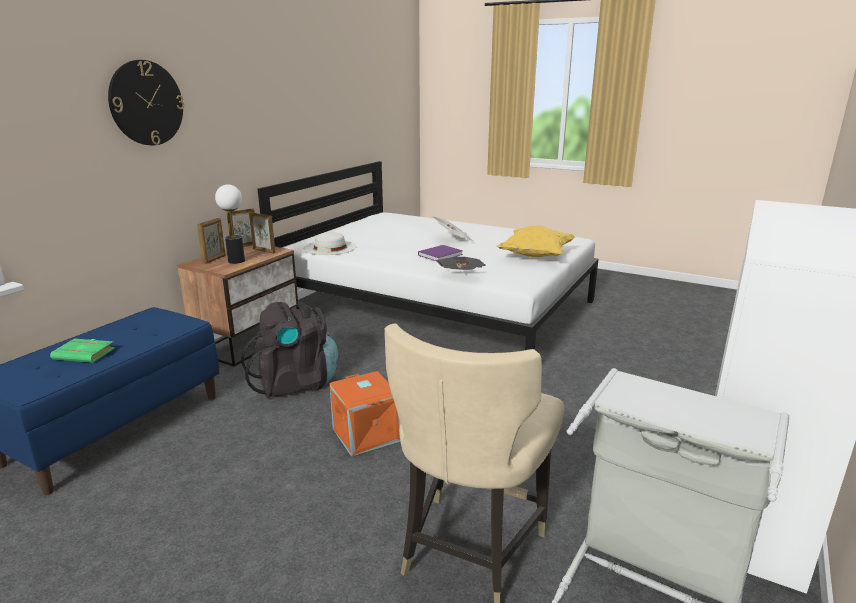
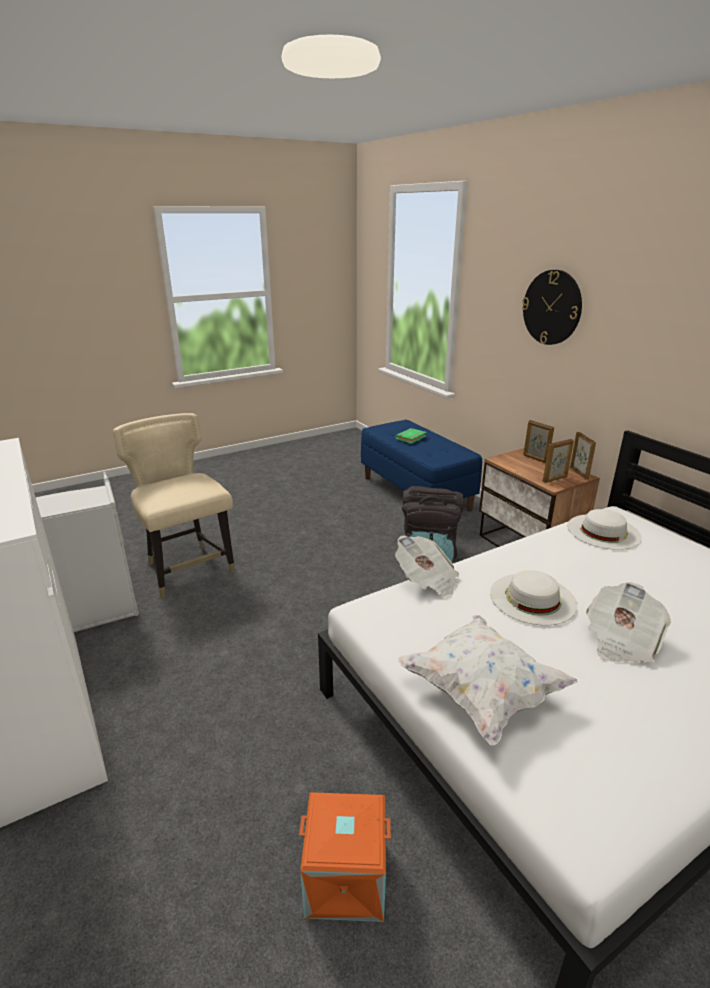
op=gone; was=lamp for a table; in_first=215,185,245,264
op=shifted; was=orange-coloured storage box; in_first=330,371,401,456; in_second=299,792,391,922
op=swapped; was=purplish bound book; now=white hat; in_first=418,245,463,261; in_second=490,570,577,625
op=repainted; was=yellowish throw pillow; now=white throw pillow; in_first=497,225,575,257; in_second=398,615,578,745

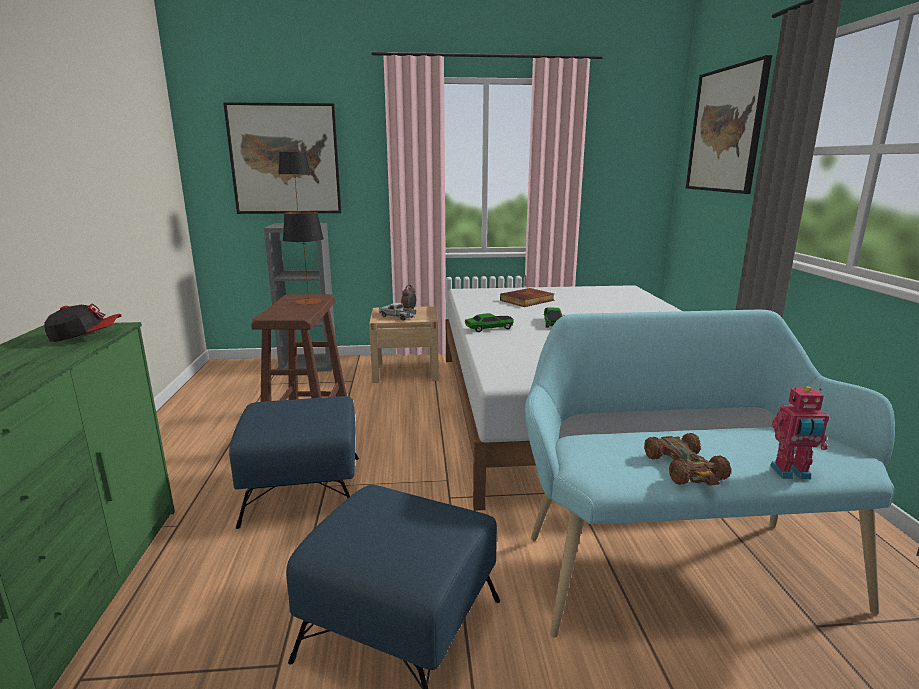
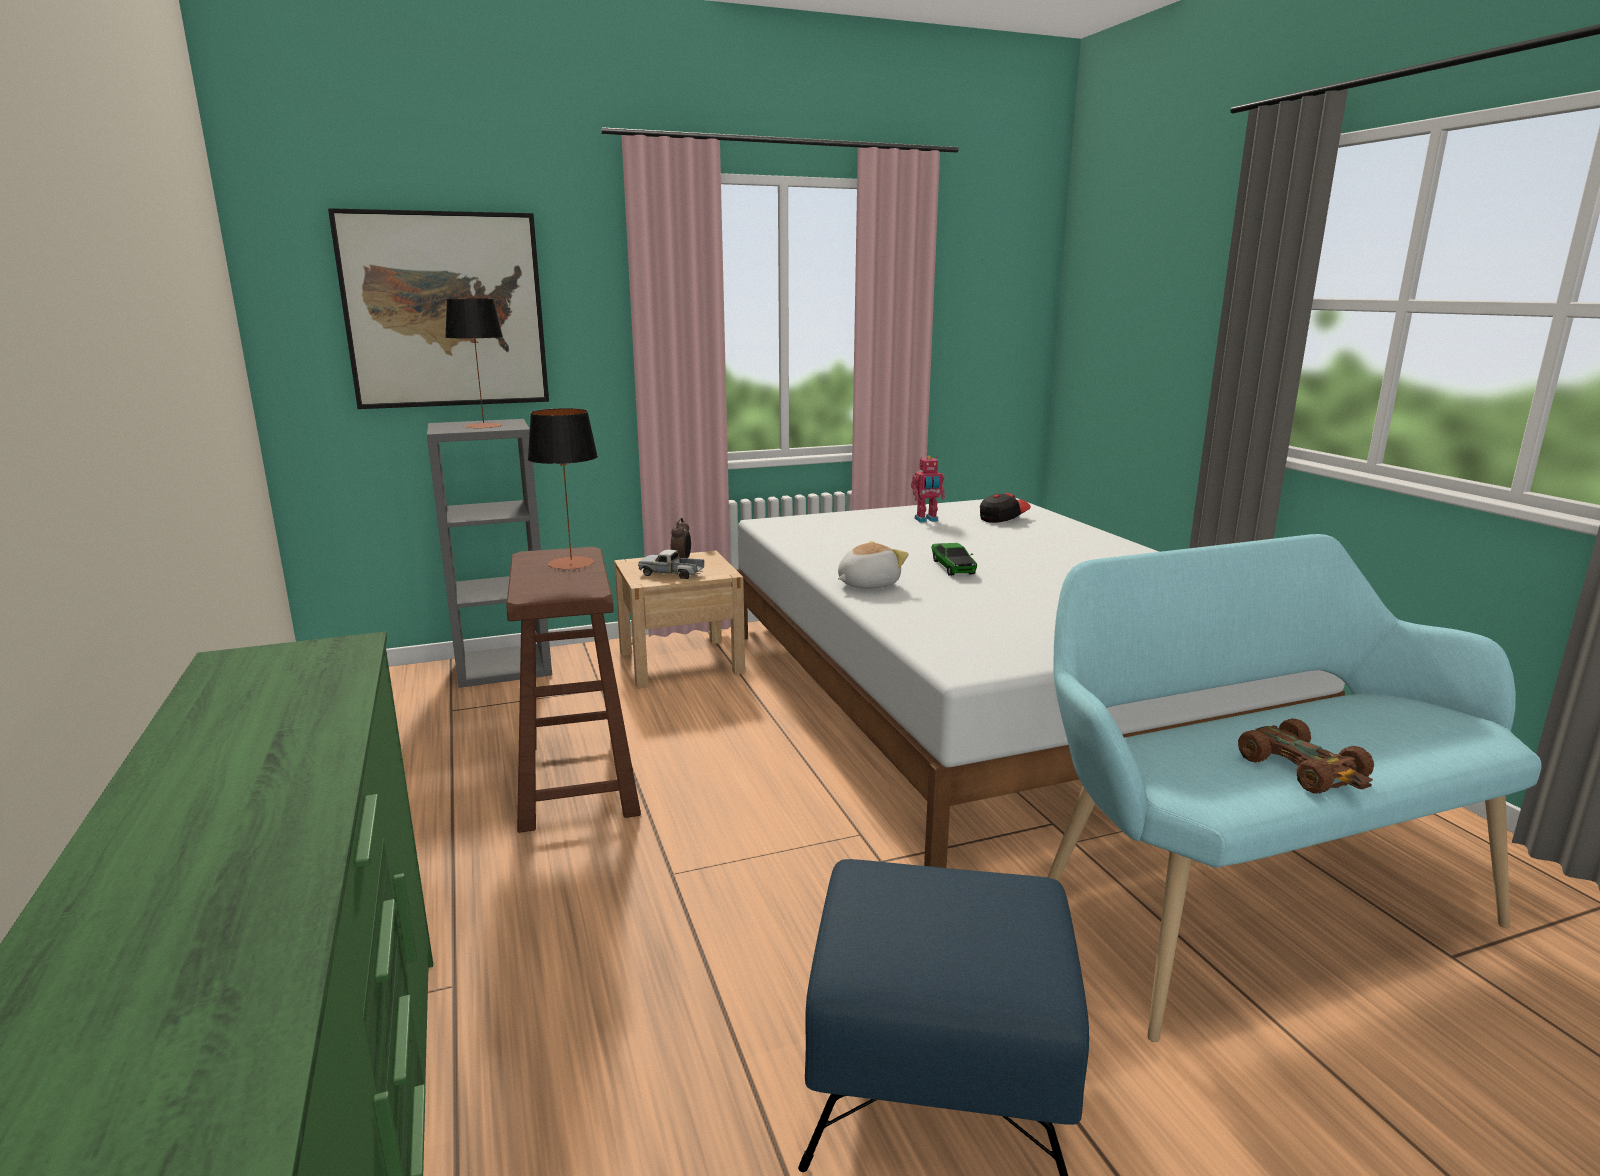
op=shifted; was=peaked cap; in_first=44,303,122,342; in_second=980,492,1031,523
op=gone; was=blue pouffe; in_first=229,396,359,529
op=swapped; was=model car; now=plush toy; in_first=465,313,514,332; in_second=838,541,908,589
op=gone; was=bound book; in_first=500,288,554,307
op=gone; was=wall picture; in_first=686,55,772,194
op=shifted; was=toy robot; in_first=770,386,829,479; in_second=911,456,945,522

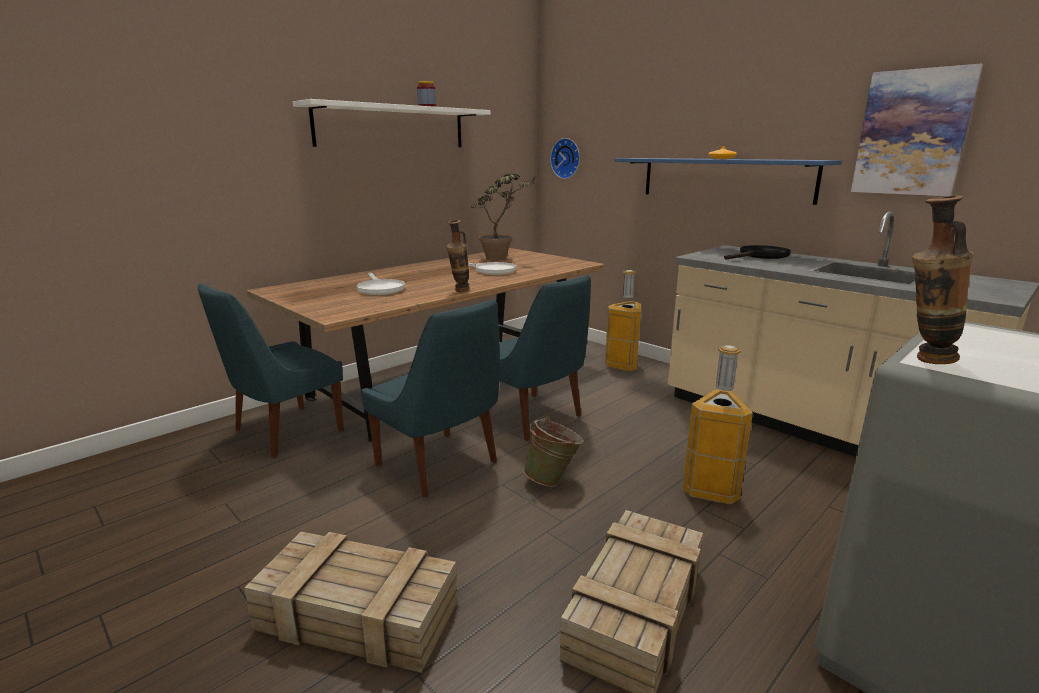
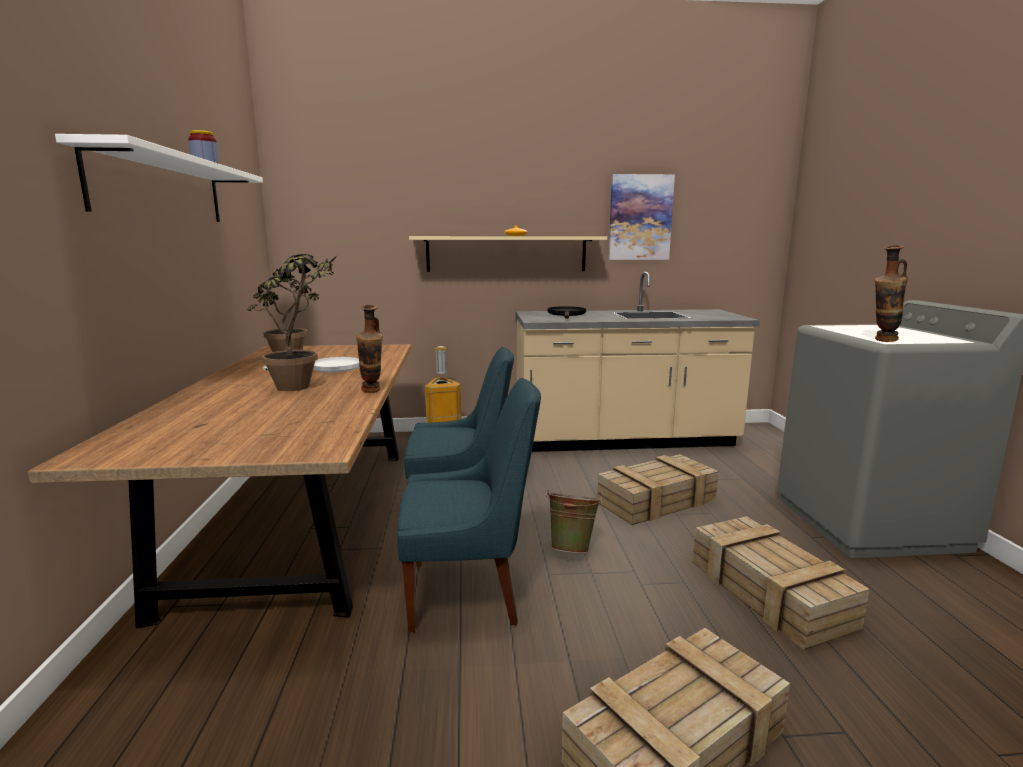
op=gone; was=blue plain chair; in_first=198,283,344,458
op=gone; was=white pan; in_first=357,273,405,295
op=gone; was=clock on the wall; in_first=550,138,580,179
op=repainted; was=blue bracket shelf; now=beige bracket shelf; in_first=614,158,842,205; in_second=409,236,607,272
op=swapped; was=trash can; now=crate; in_first=683,345,753,504; in_second=597,454,719,525
op=new; now=potted plant; in_second=248,258,333,391

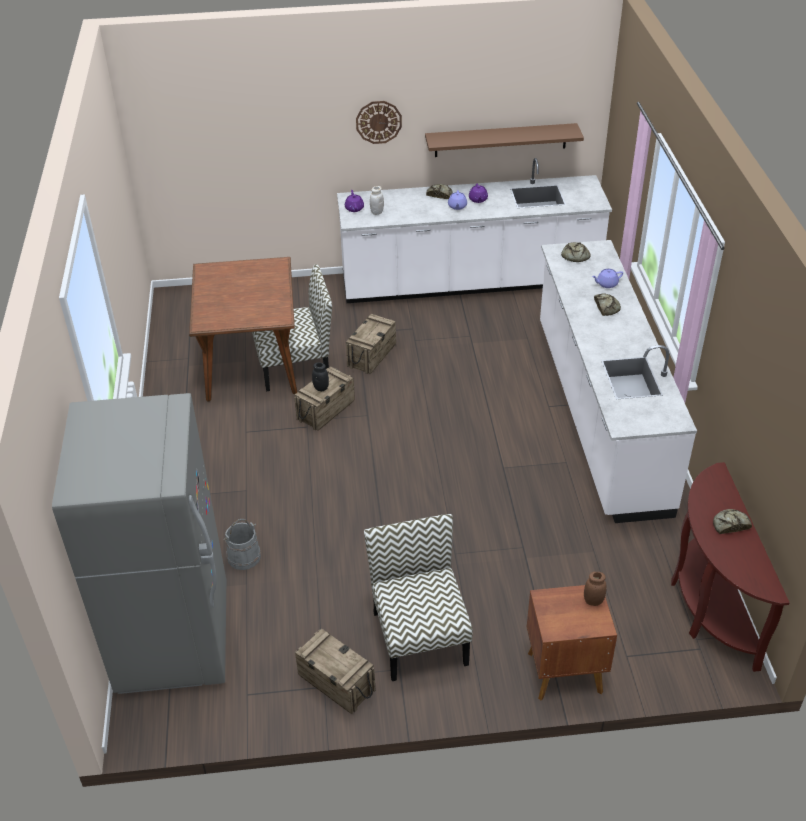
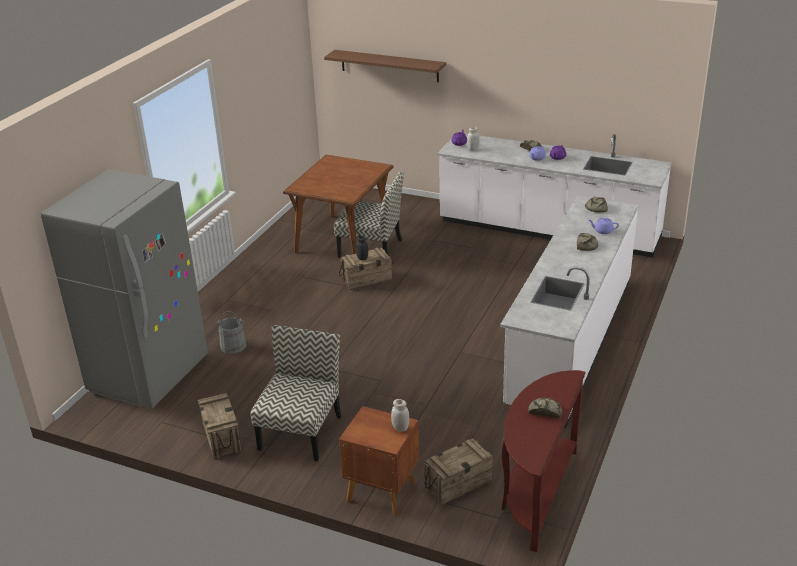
op=shifted; was=crate; in_first=346,314,396,374; in_second=424,438,493,505
op=gone; was=clock on the wall; in_first=356,101,402,144
op=shifted; was=brown bracket shelf; in_first=425,123,584,157; in_second=324,50,446,82
op=repainted; was=brown jar; now=white jar; in_first=584,572,607,606; in_second=391,399,409,432

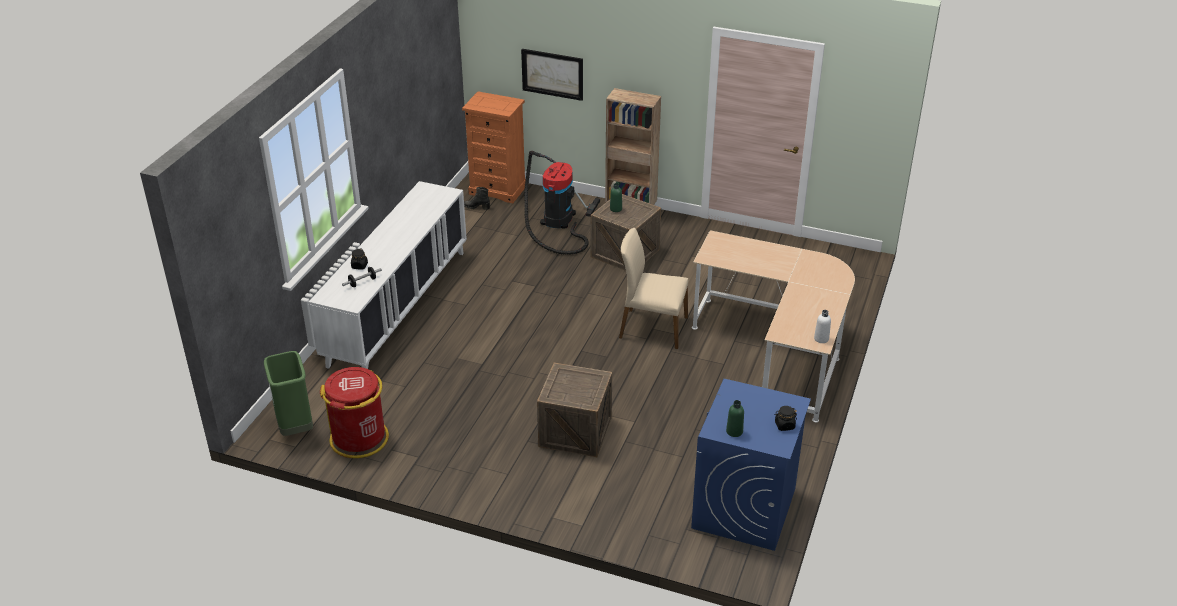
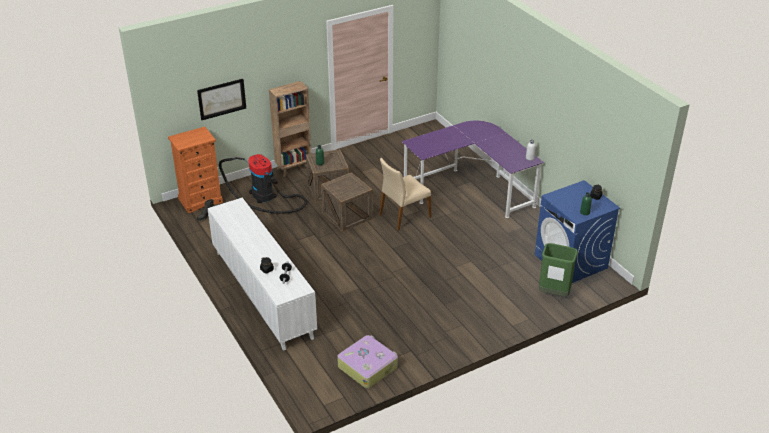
op=shifted; was=green-coloured trash can; in_first=264,351,313,436; in_second=539,243,578,296
op=swapped; was=red trash can; now=travel case; in_first=320,367,389,458; in_second=337,335,398,388
op=shifted; was=crate; in_first=537,363,612,457; in_second=321,172,373,232
op=repainted; was=beige desk unit; now=purplish desk unit; in_first=692,230,855,423; in_second=401,121,544,218

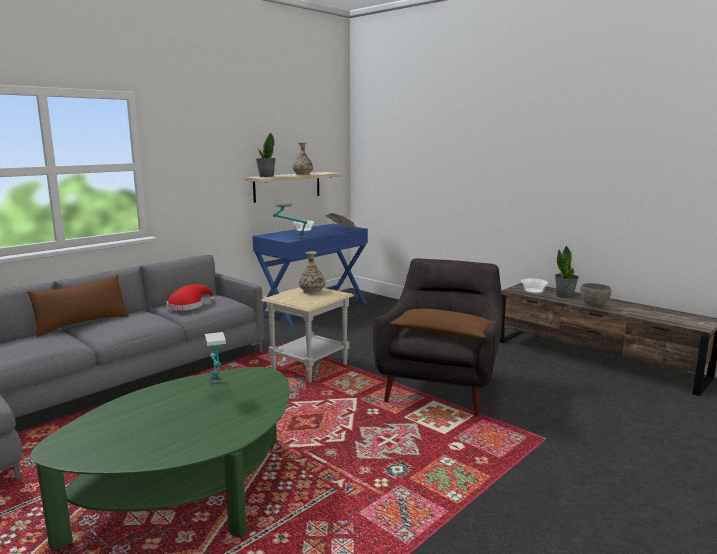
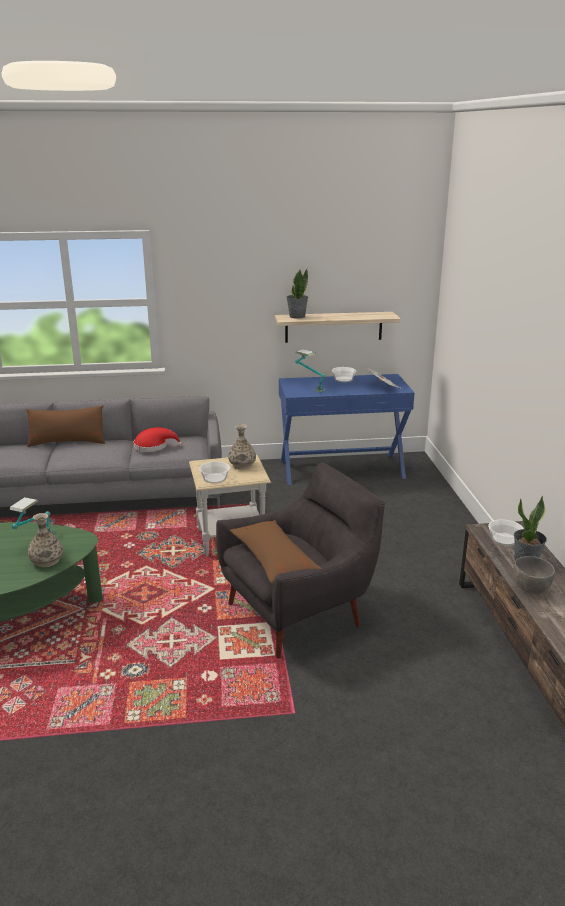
op=shifted; was=decorative vase; in_first=293,143,313,175; in_second=28,513,63,567
op=new; now=deep dish; in_second=199,461,230,483

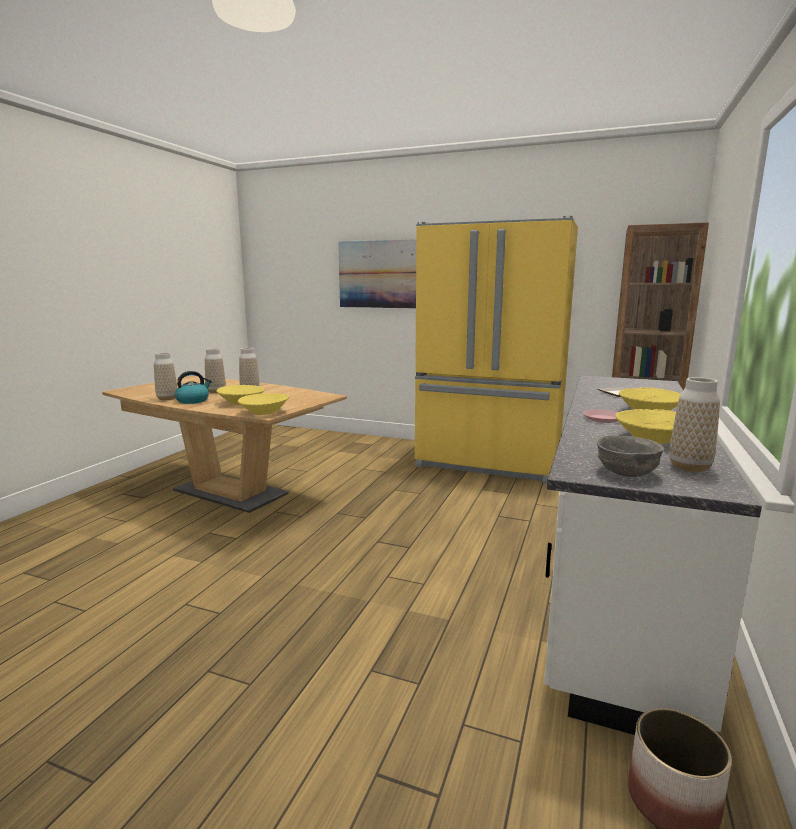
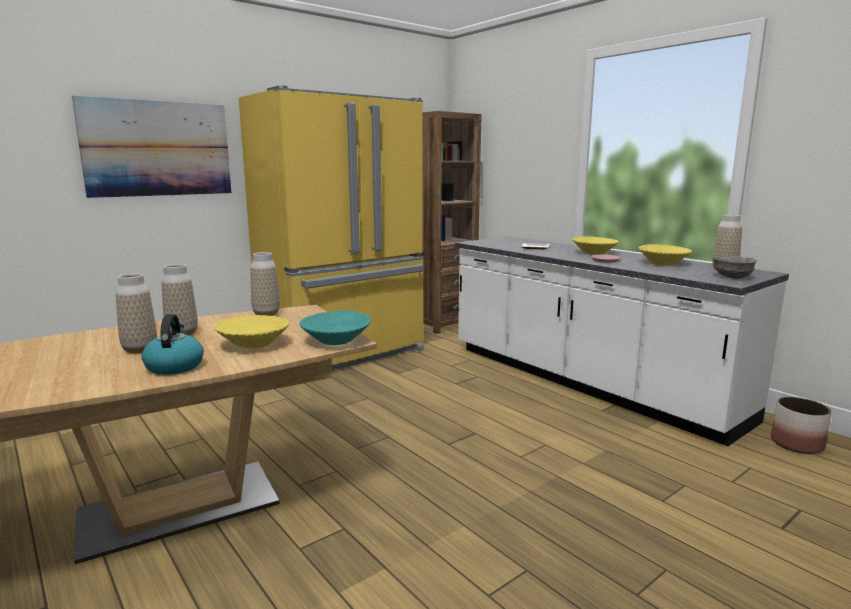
op=shifted; was=decorative vase; in_first=154,353,177,400; in_second=251,252,280,316
op=repainted; was=yellowish deep dish; now=turquoise deep dish; in_first=238,393,289,415; in_second=299,310,371,345

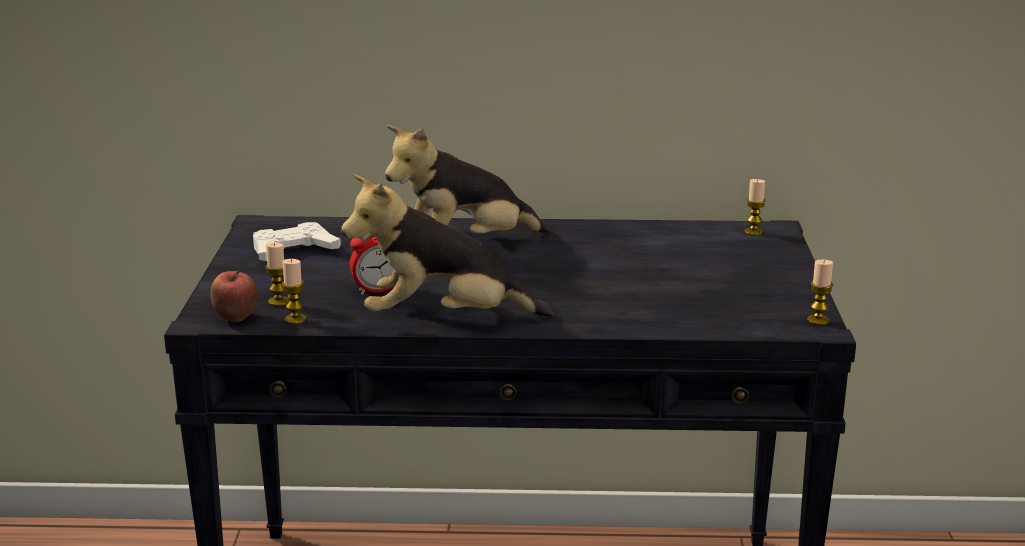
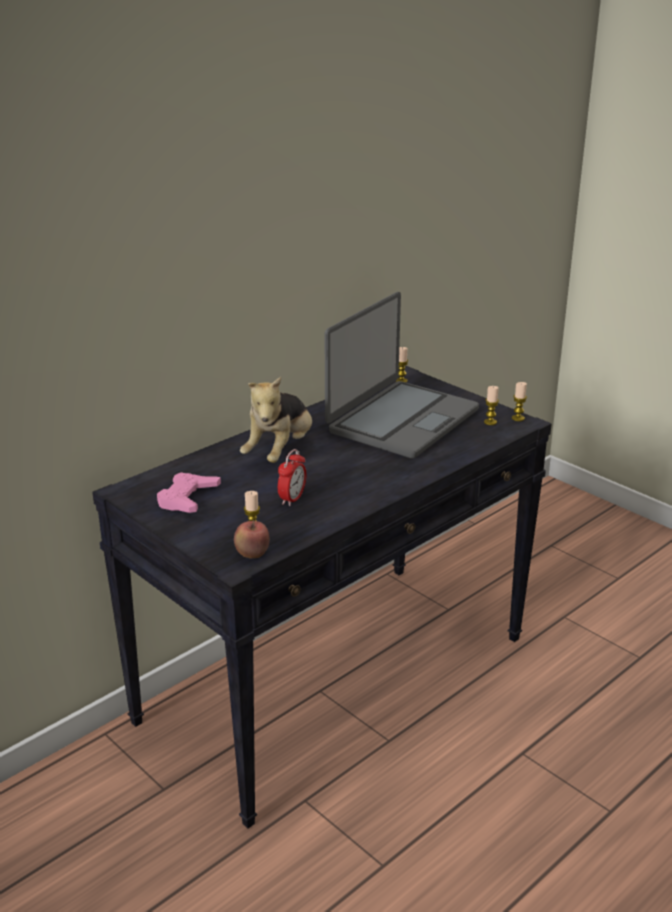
op=repainted; was=white gamepad; now=pink gamepad; in_first=253,222,341,261; in_second=157,472,221,513
op=shifted; was=wax light; in_first=282,259,306,324; in_second=484,386,499,425
op=gone; was=plush toy; in_first=341,174,553,316
op=new; now=notebook computer; in_second=325,292,479,459

